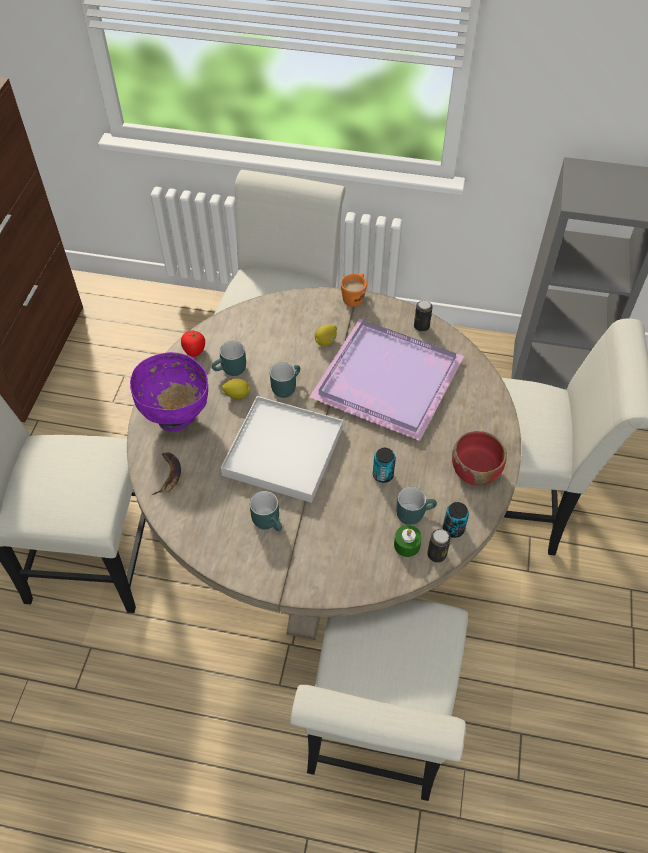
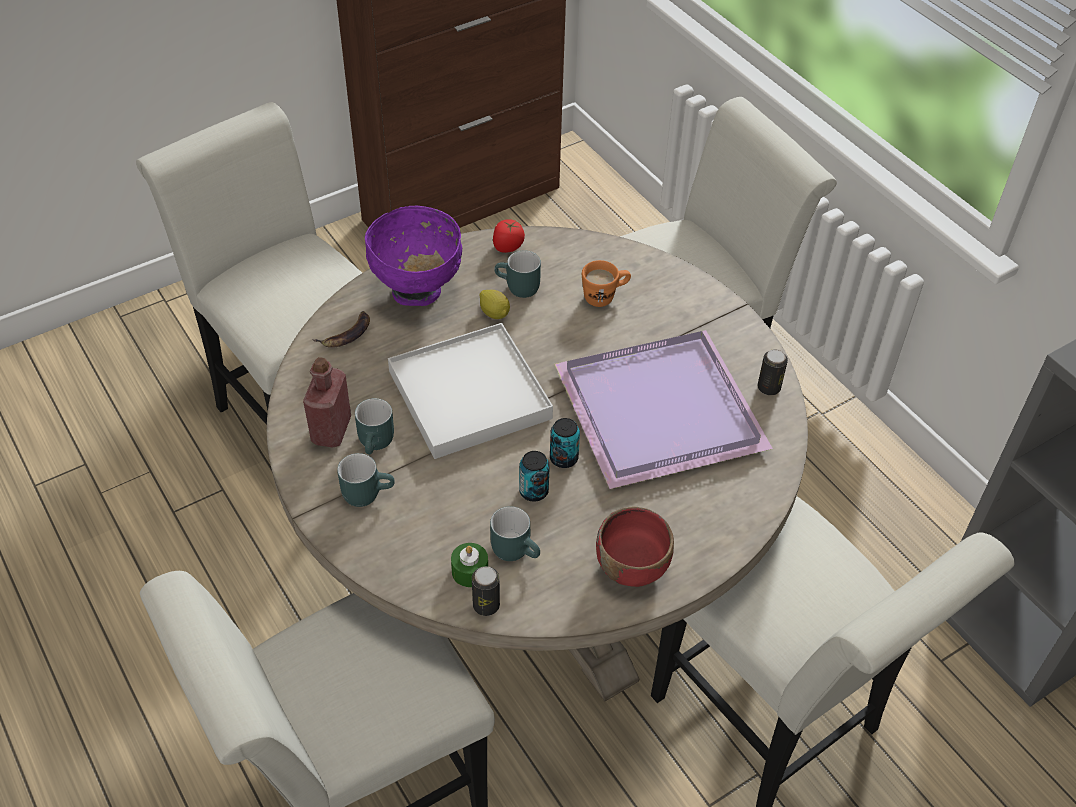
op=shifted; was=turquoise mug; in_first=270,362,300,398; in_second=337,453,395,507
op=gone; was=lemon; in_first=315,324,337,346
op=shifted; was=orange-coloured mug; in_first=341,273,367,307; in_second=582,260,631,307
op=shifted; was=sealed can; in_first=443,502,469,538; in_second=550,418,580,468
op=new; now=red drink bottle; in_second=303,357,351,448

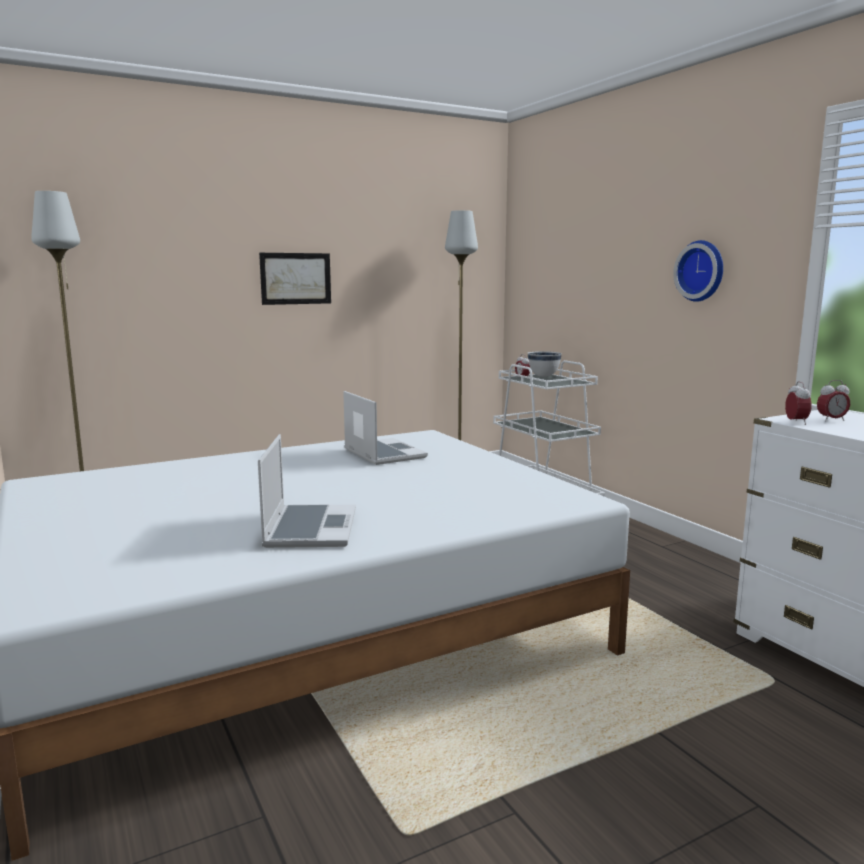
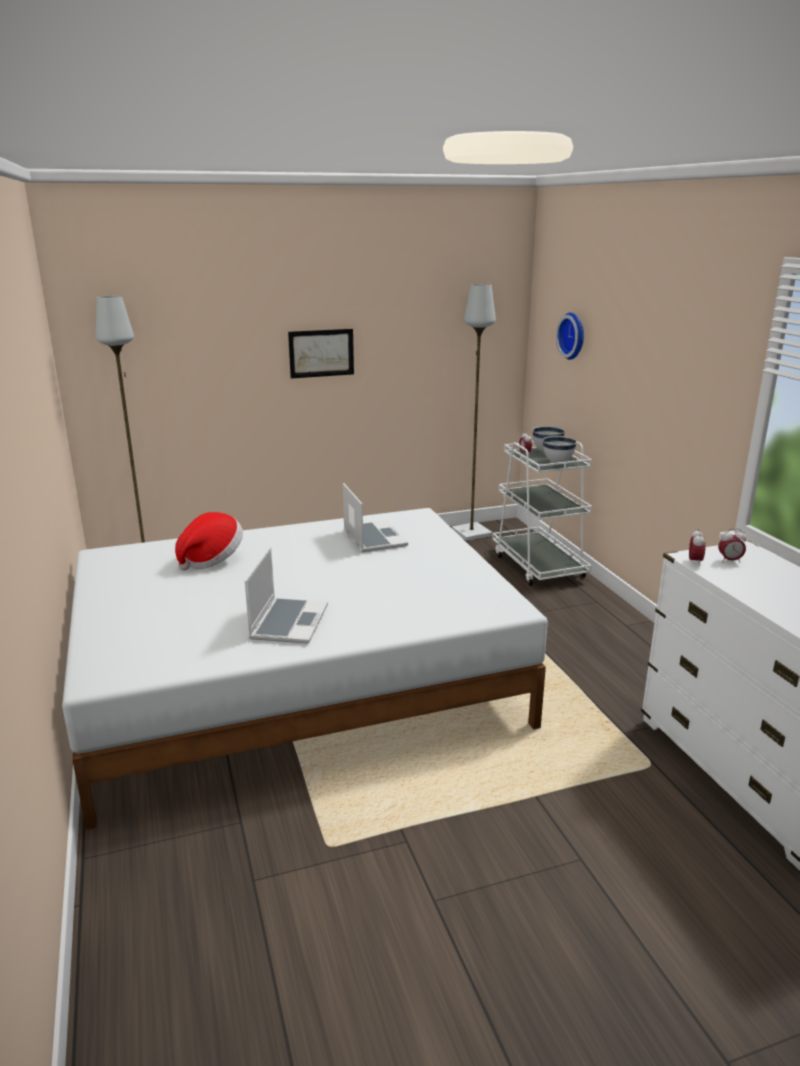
op=shifted; was=clock on the wall; in_first=673,240,723,302; in_second=556,312,584,360
op=new; now=hat; in_second=175,512,243,571
op=new; now=white deep dish; in_second=543,436,577,463

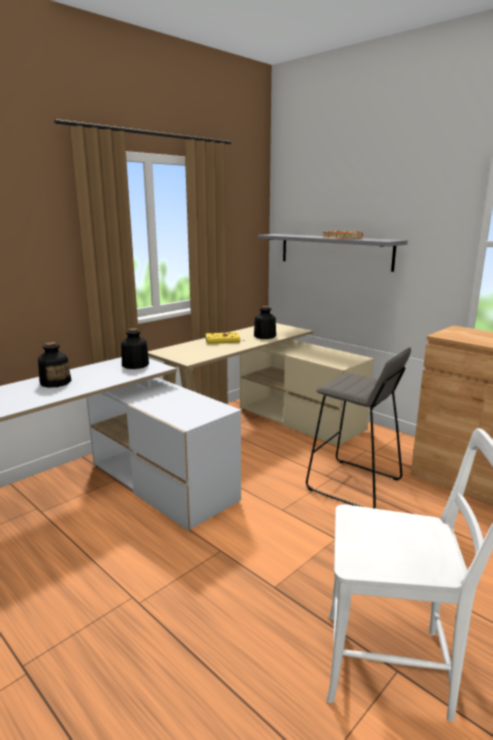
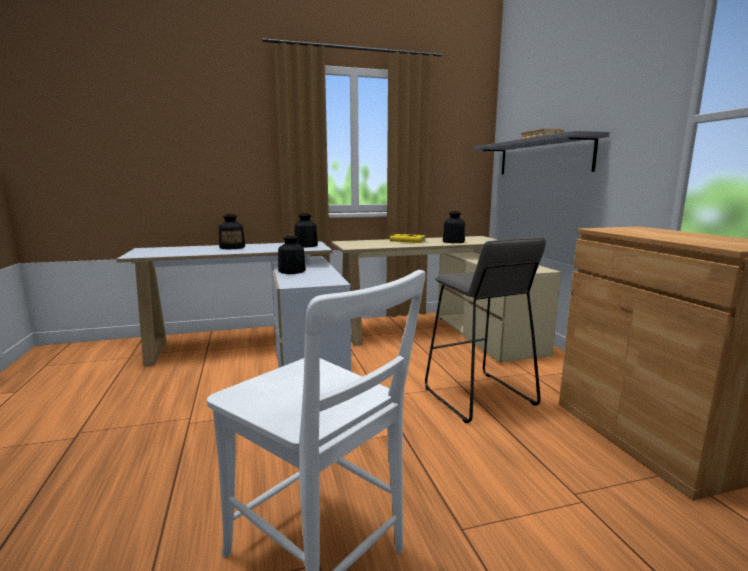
op=new; now=drink bottle; in_second=278,235,306,274

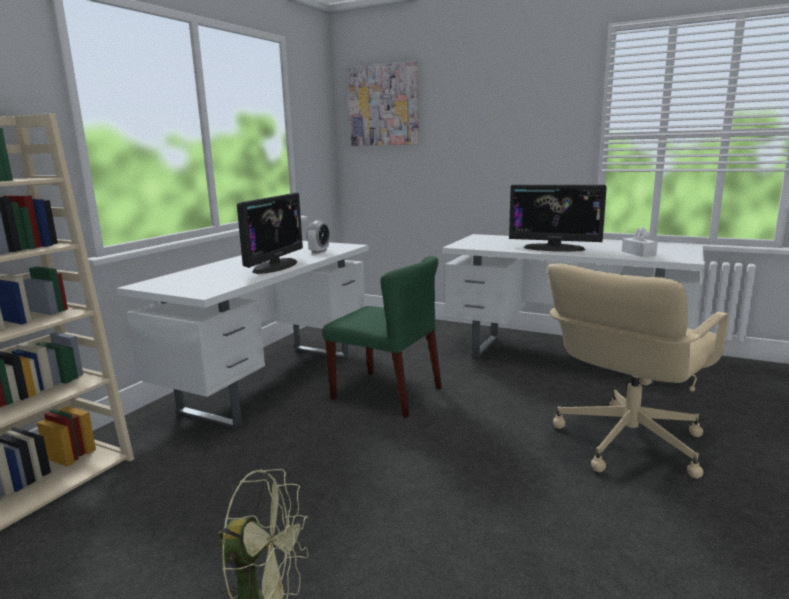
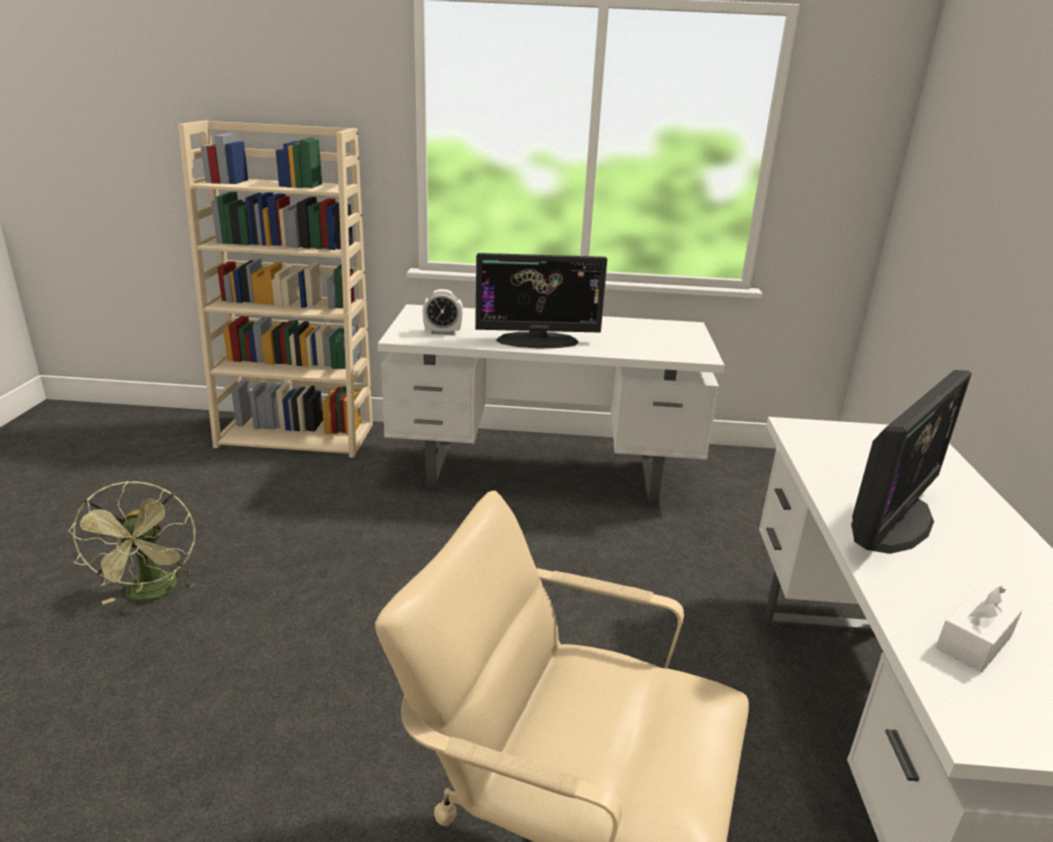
op=shifted; was=table clock; in_first=307,221,330,254; in_second=423,289,463,335
op=gone; was=green-coloured plain chair; in_first=323,256,442,418
op=gone; was=wall picture; in_first=348,61,419,146
op=rotated; was=computer screen; in_first=509,185,607,252; in_second=851,370,972,554; clockwise=-135

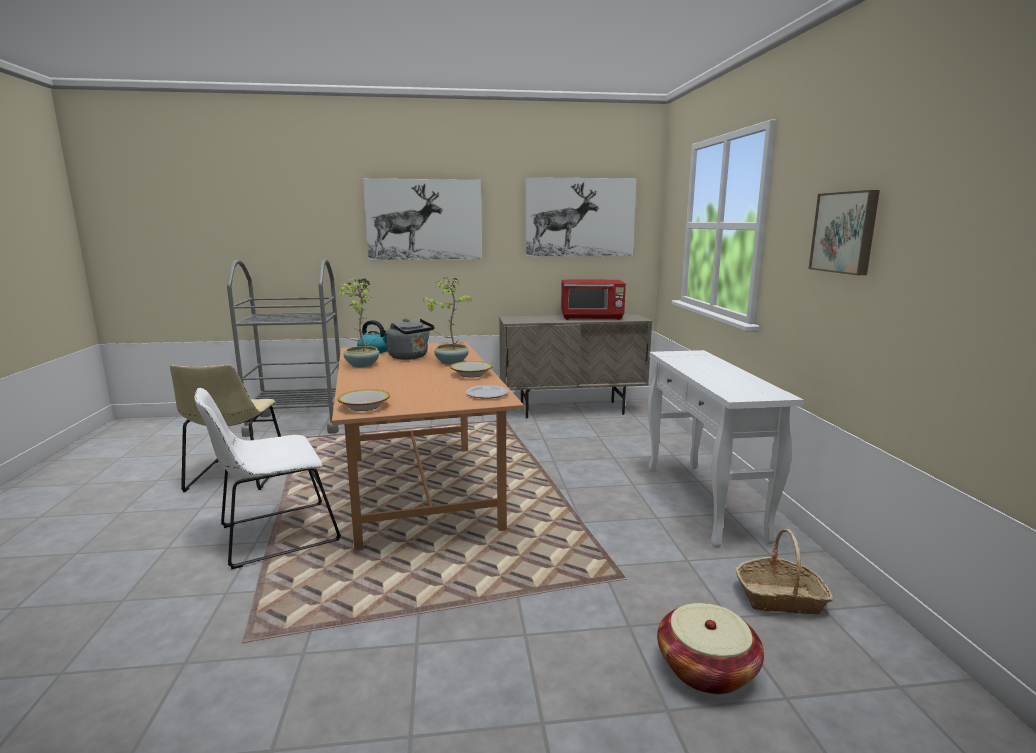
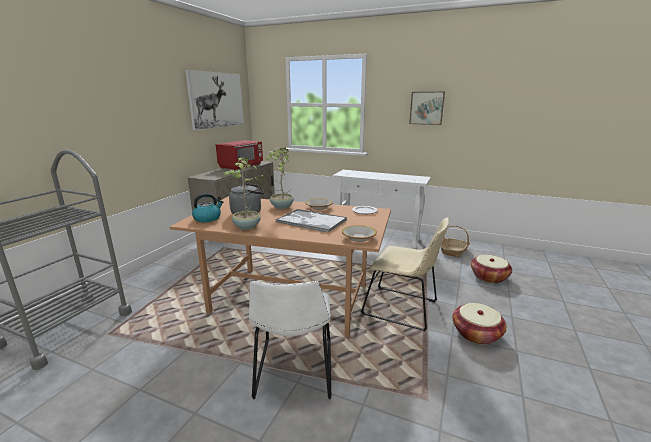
op=shifted; was=beige plain chair; in_first=170,364,281,492; in_second=361,218,449,331
op=gone; was=wall picture; in_first=363,179,482,260
op=new; now=serving tray; in_second=276,209,347,233
op=new; now=storage basket; in_second=452,303,507,345

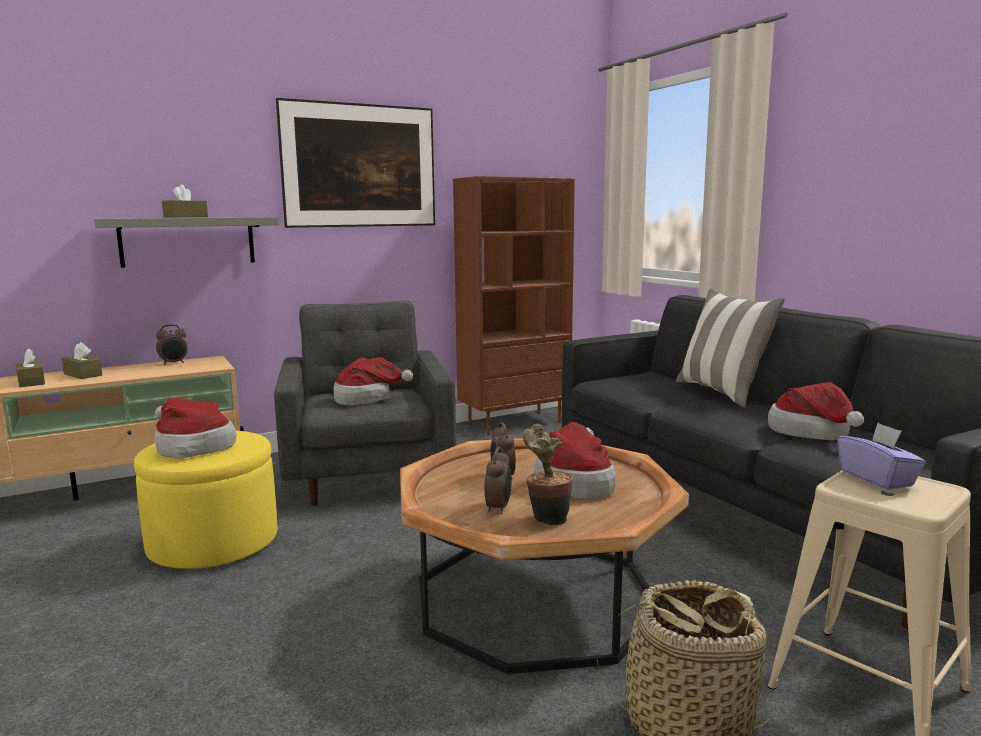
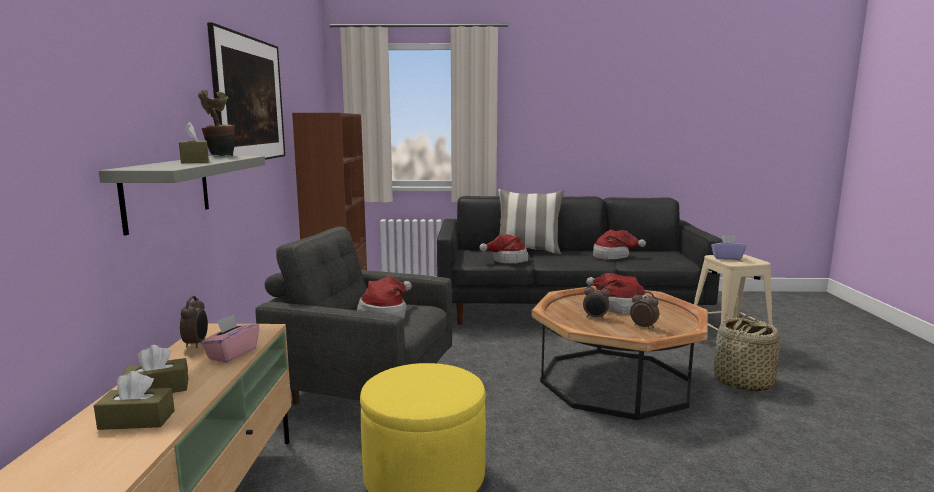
op=shifted; was=hat; in_first=155,398,236,459; in_second=479,234,529,264
op=shifted; was=potted plant; in_first=523,424,573,525; in_second=198,89,234,156
op=new; now=pink tissue box; in_second=201,314,259,363

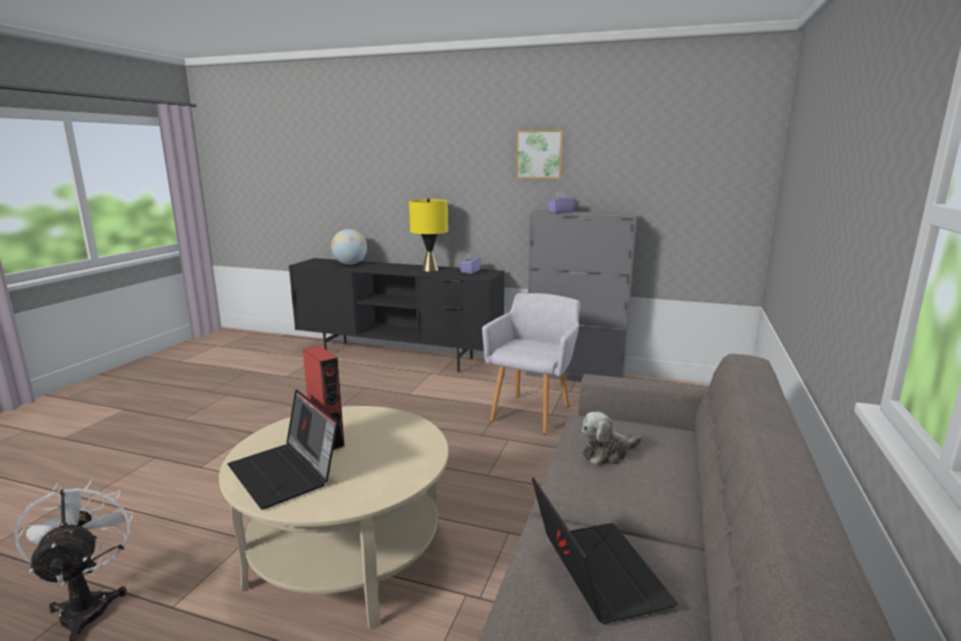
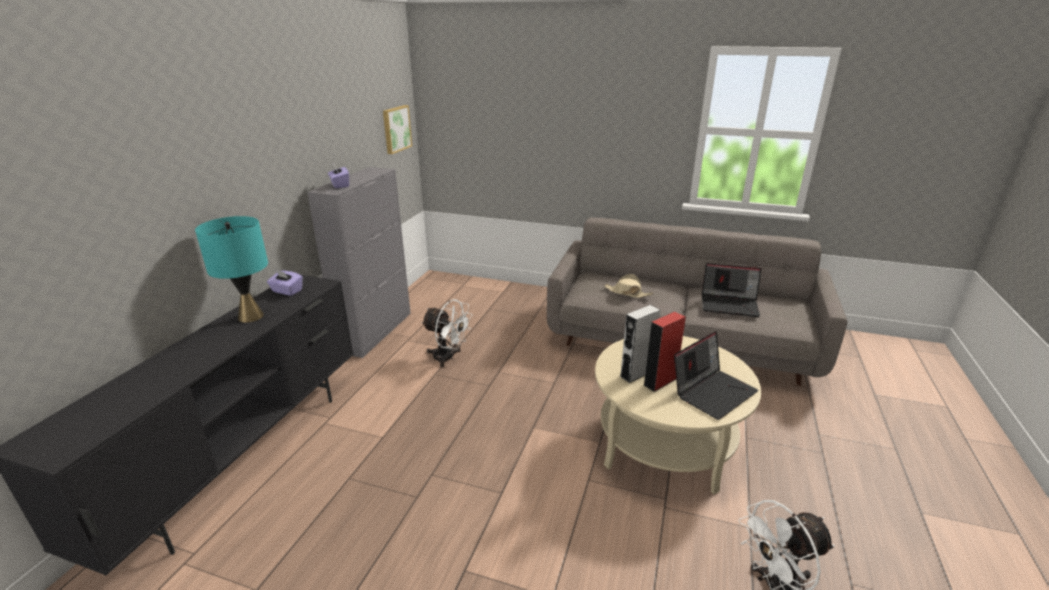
op=gone; was=globe; in_first=331,229,367,265
op=repainted; was=yellowish lamp for a table; now=turquoise lamp for a table; in_first=409,198,448,272; in_second=195,216,268,323
op=swapped; was=gray lounge chair; now=white electric fan; in_first=482,293,580,434; in_second=421,299,472,368
op=shifted; was=wall picture; in_first=516,130,564,179; in_second=383,105,412,154
op=rotated; was=notebook computer; in_first=532,477,678,624; in_second=702,263,761,317; clockwise=-150
op=swapped; was=plush toy; now=beige hat; in_first=582,412,641,465; in_second=604,274,653,298
op=new; now=gray loudspeaker; in_second=620,305,661,383

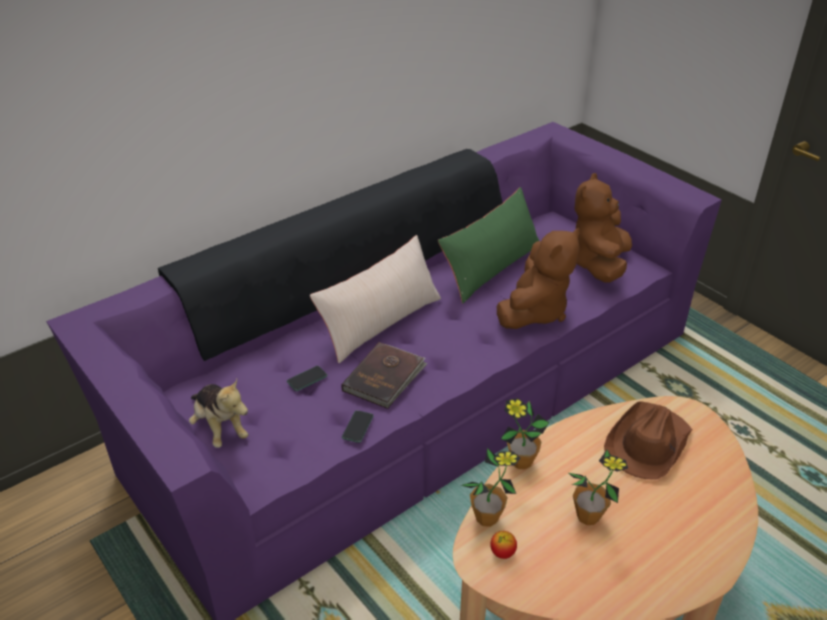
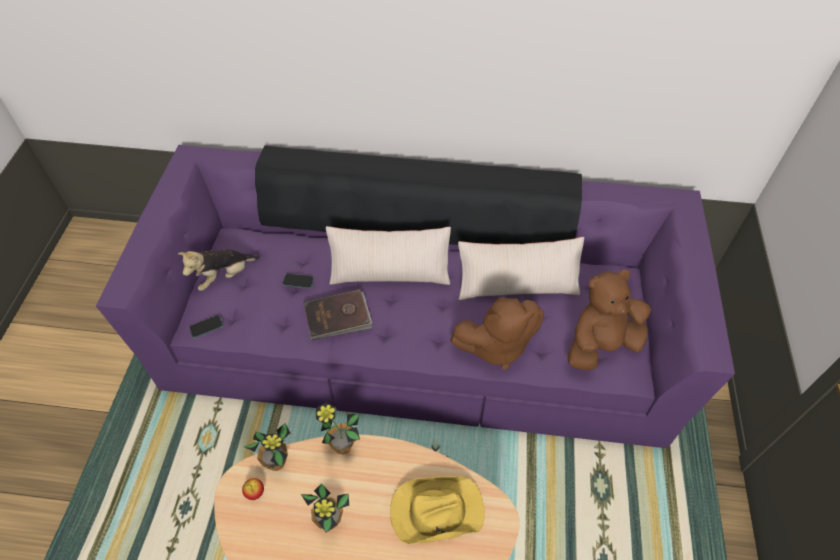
op=rotated; was=plush toy; in_first=189,379,249,448; in_second=178,250,260,291; clockwise=45
op=shifted; was=handset; in_first=342,410,374,443; in_second=189,315,223,338
op=repainted; was=green-coloured throw pillow; now=beige throw pillow; in_first=438,187,539,304; in_second=458,237,584,300
op=repainted; was=brown hat; now=yellowish hat; in_first=604,402,692,480; in_second=390,476,485,545

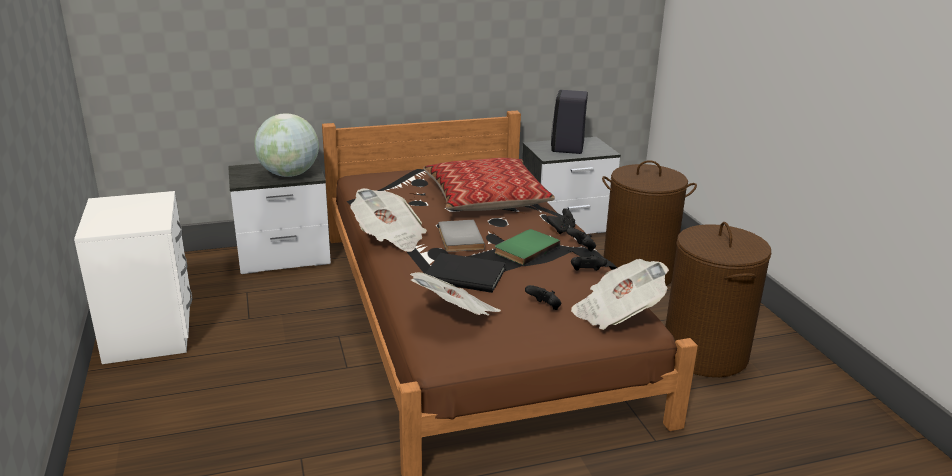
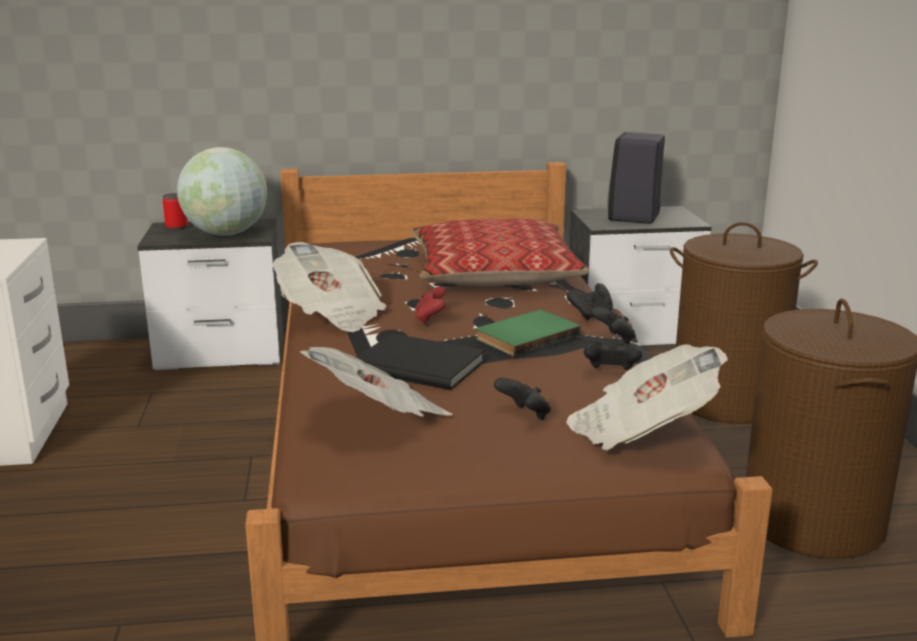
op=swapped; was=gray bound book; now=red gamepad; in_first=438,220,485,252; in_second=415,287,446,324
op=new; now=sealed can; in_second=163,193,188,230

